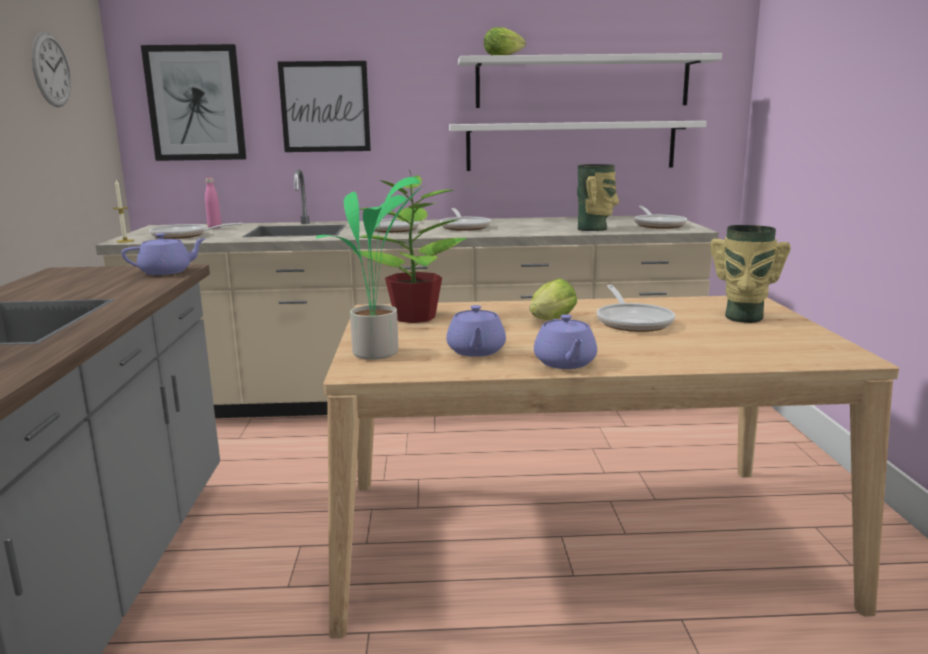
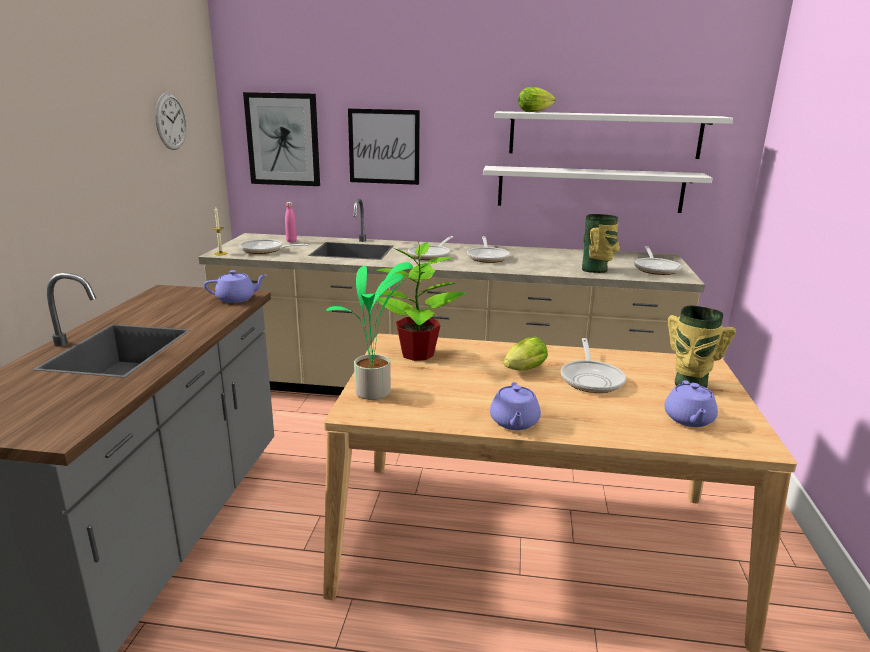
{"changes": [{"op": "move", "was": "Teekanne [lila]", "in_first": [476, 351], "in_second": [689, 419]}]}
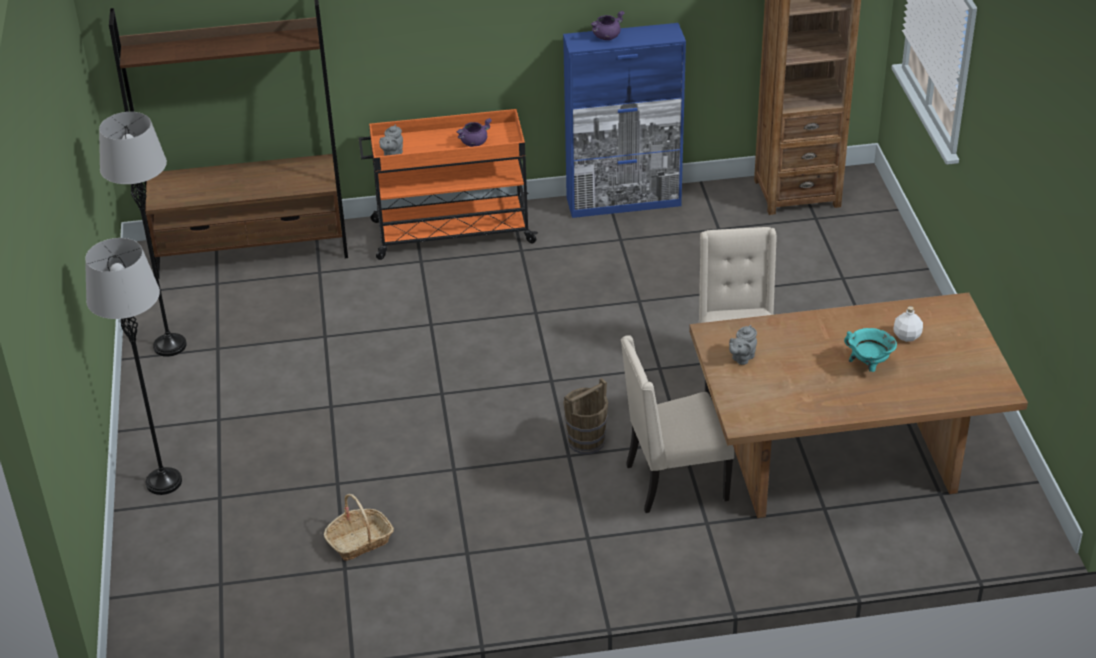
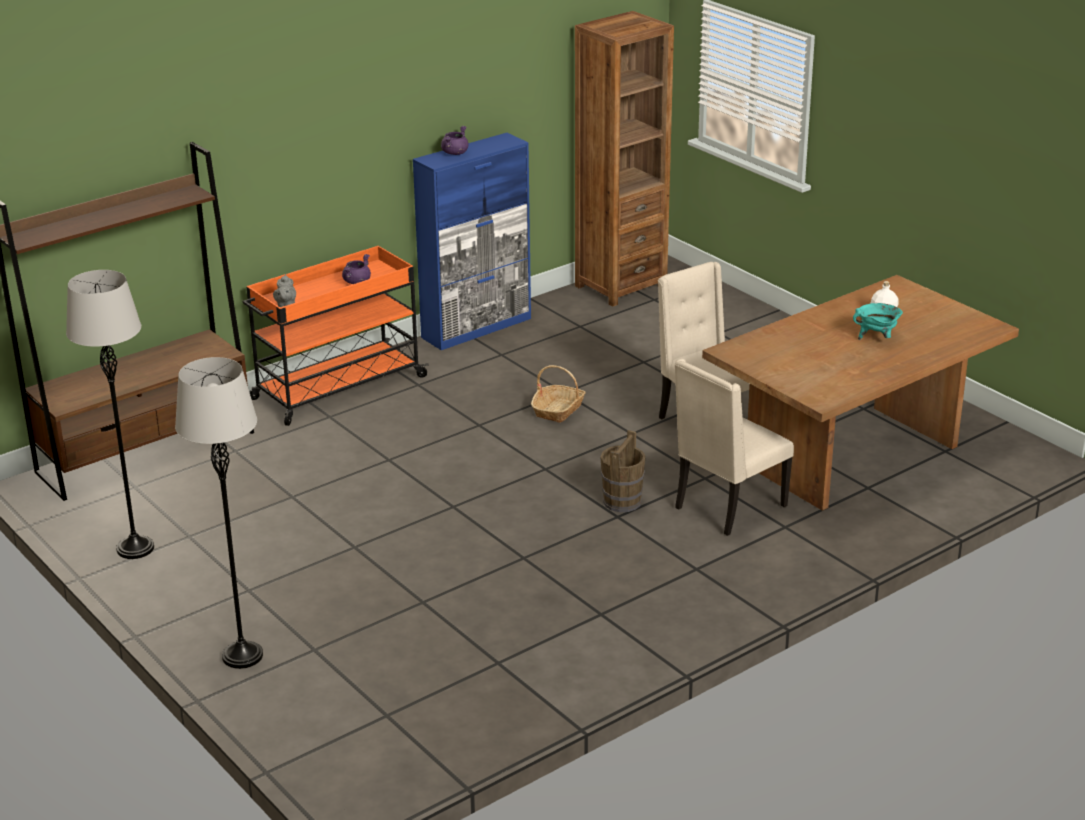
{"changes": [{"op": "move", "was": "Korb", "in_first": [360, 541], "in_second": [558, 410]}, {"op": "delete", "was": "Teekanne [grau]", "in_first": [741, 358]}]}
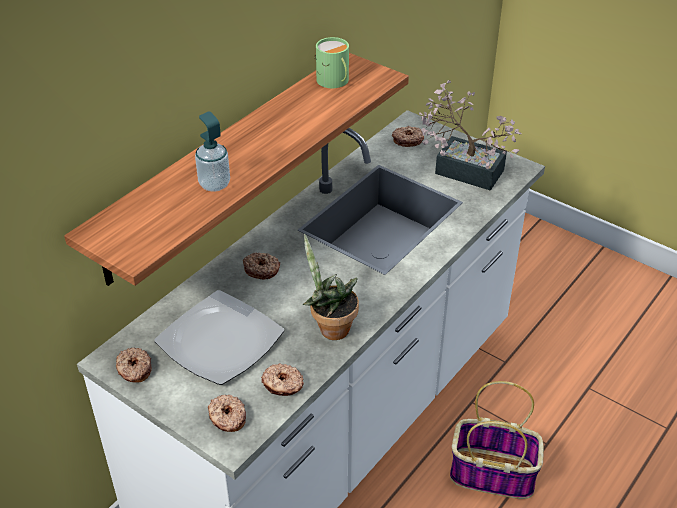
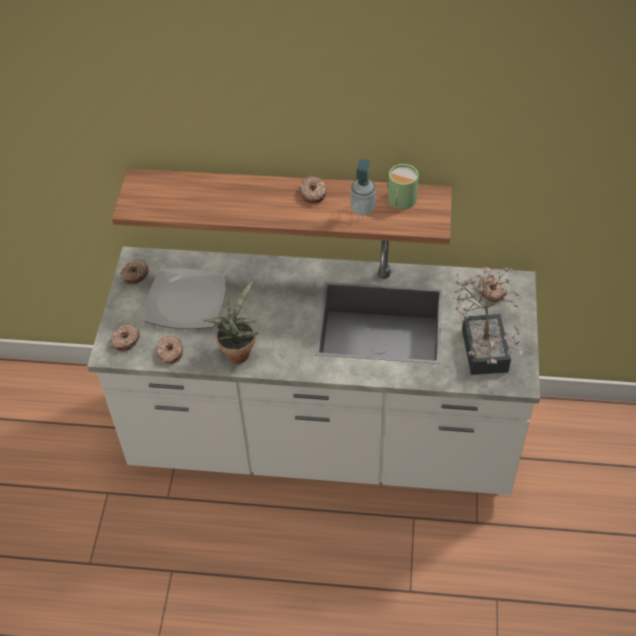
{"changes": [{"op": "move", "was": "Seifenspender", "in_first": [214, 184], "in_second": [363, 209]}, {"op": "move", "was": "Donut", "in_first": [261, 269], "in_second": [313, 193]}, {"op": "delete", "was": "Korb", "in_first": [493, 474]}]}
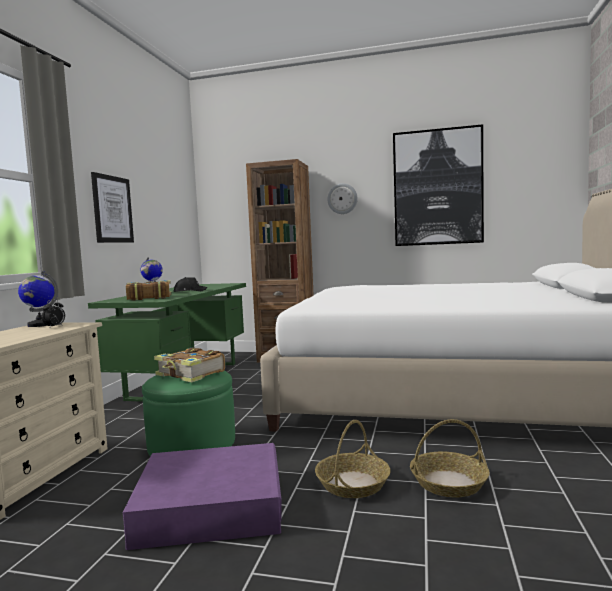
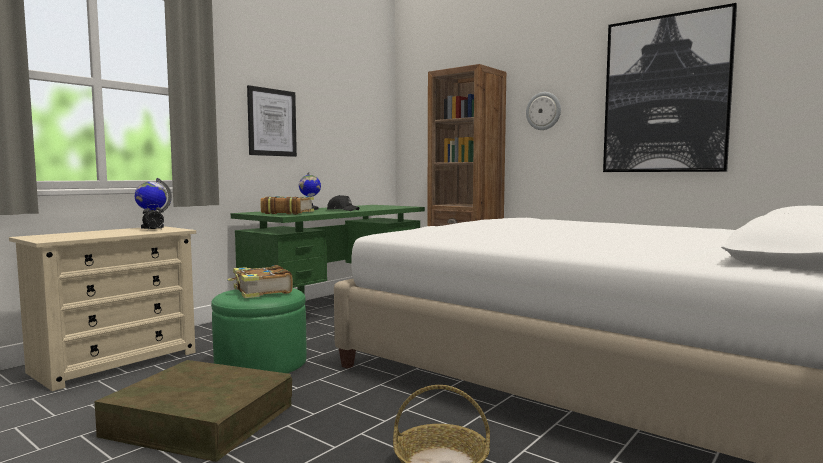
{"changes": [{"op": "recolor", "was": "Aufbewahrungsbox [lila]", "now": "Aufbewahrungsbox [braun]", "in_first": [210, 505], "in_second": [200, 420]}, {"op": "delete", "was": "Korb", "in_first": [353, 484]}]}
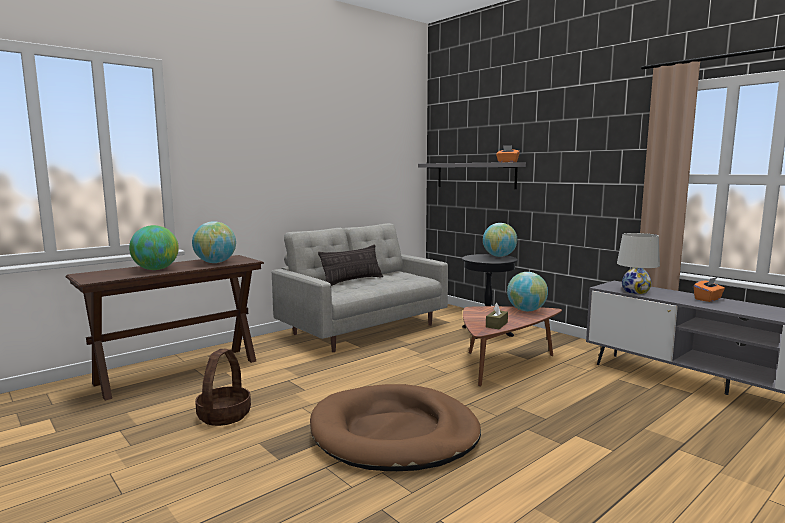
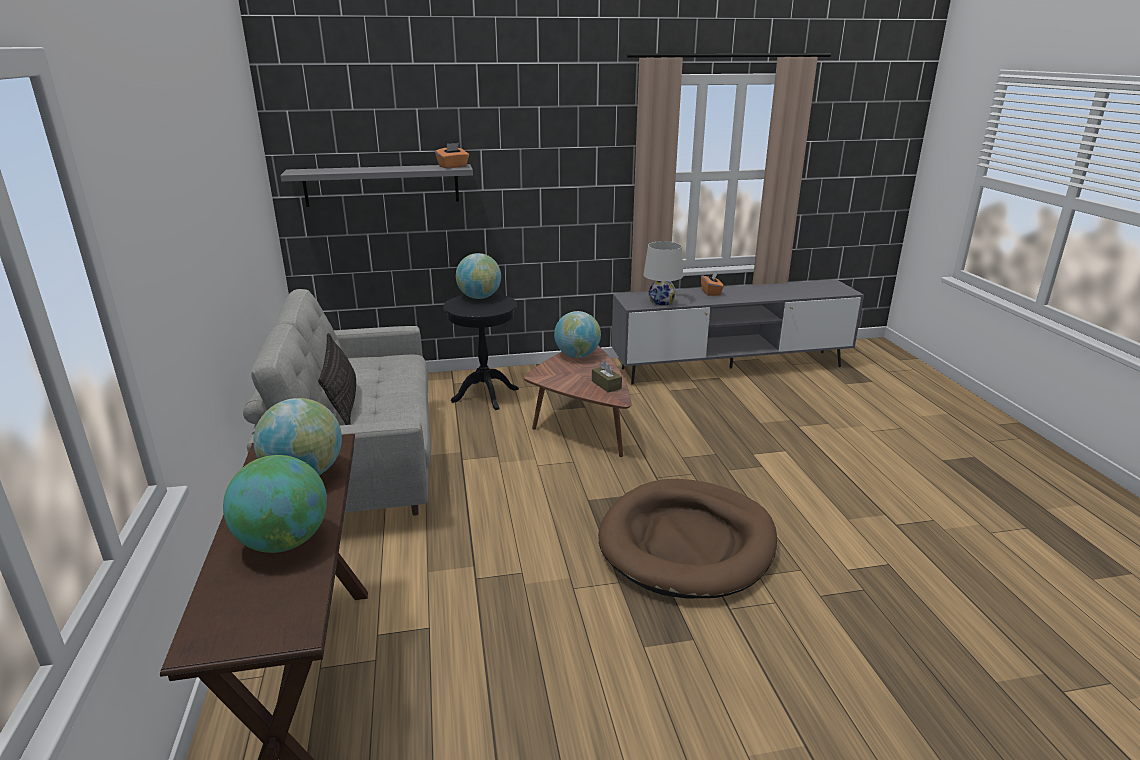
{"changes": [{"op": "delete", "was": "Korb", "in_first": [224, 415]}]}
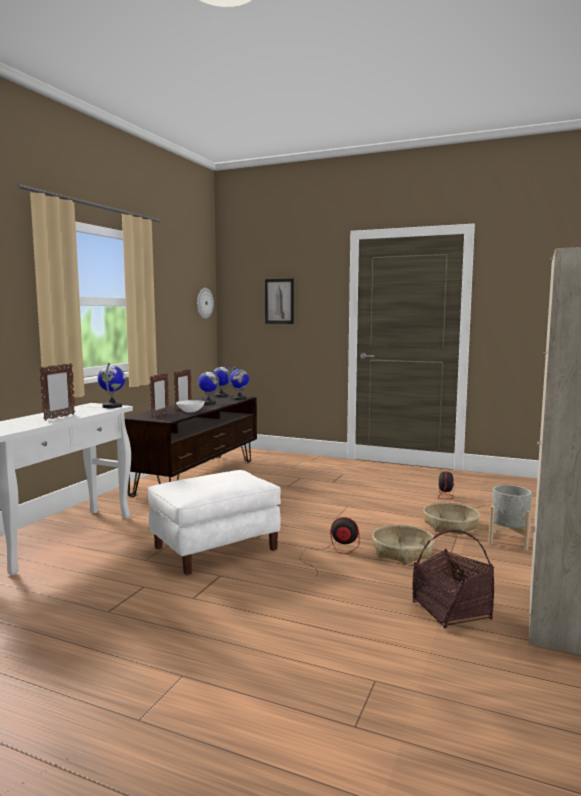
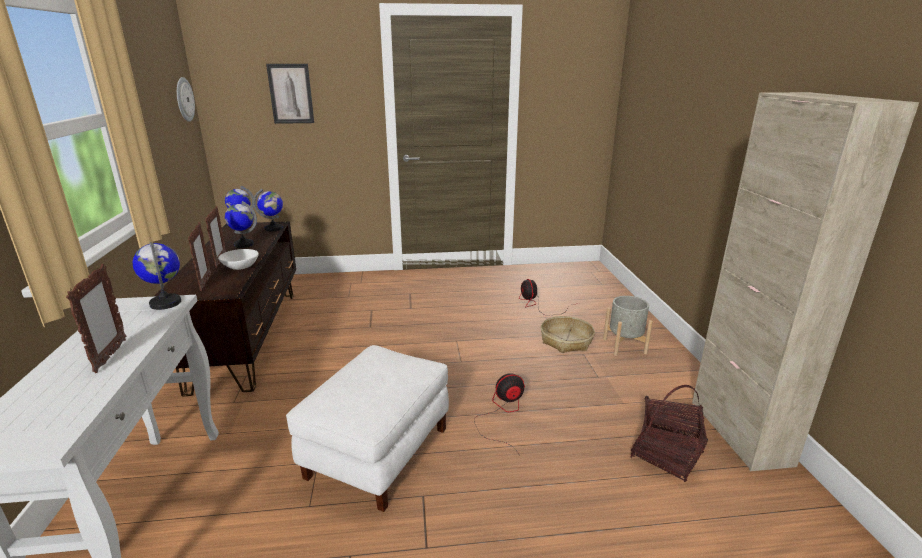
{"changes": [{"op": "delete", "was": "Korb", "in_first": [402, 552]}]}
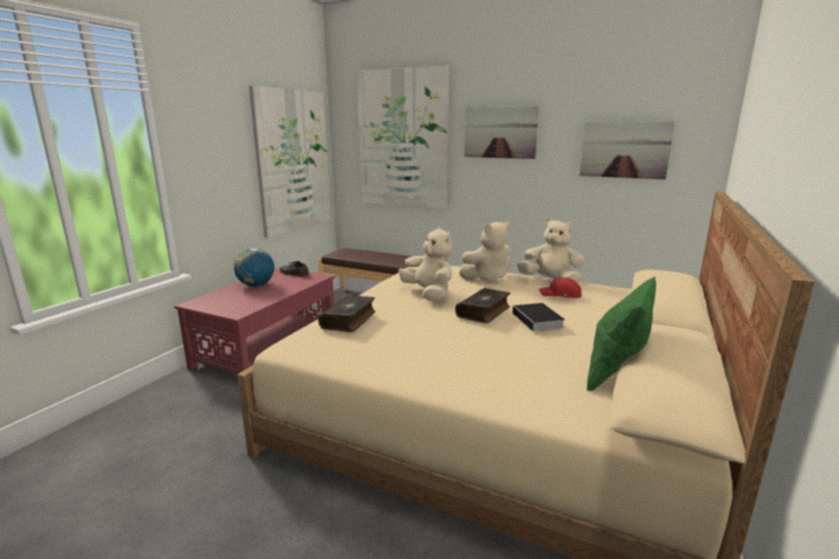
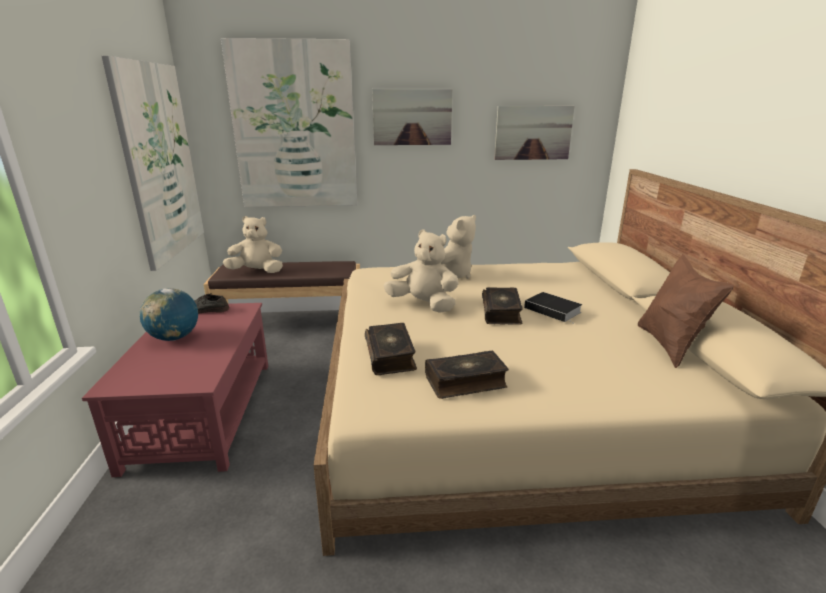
{"changes": [{"op": "move", "was": "Plüschtier [beige]", "in_first": [550, 281], "in_second": [257, 271]}, {"op": "delete", "was": "Kappe [rot]", "in_first": [560, 294]}, {"op": "recolor", "was": "Kissen [grün]", "now": "Kissen [braun]", "in_first": [616, 374], "in_second": [670, 346]}, {"op": "insert", "now": "Buch", "in_second": [465, 382]}]}
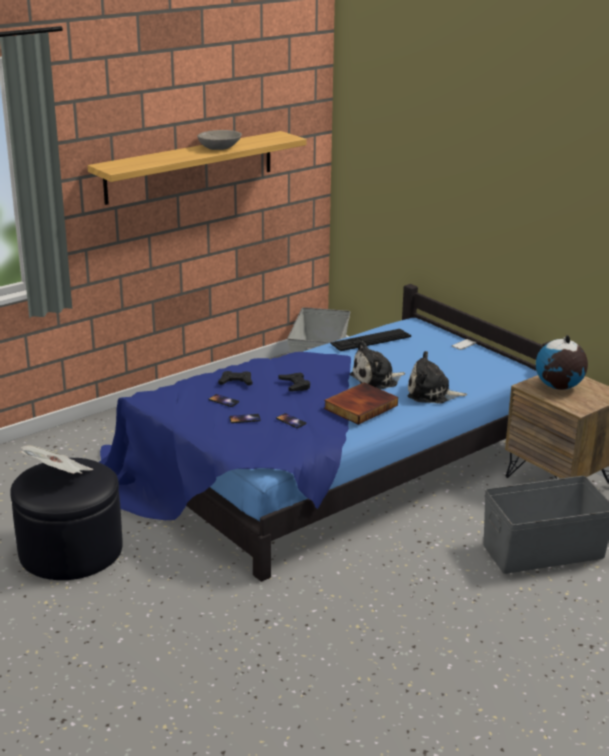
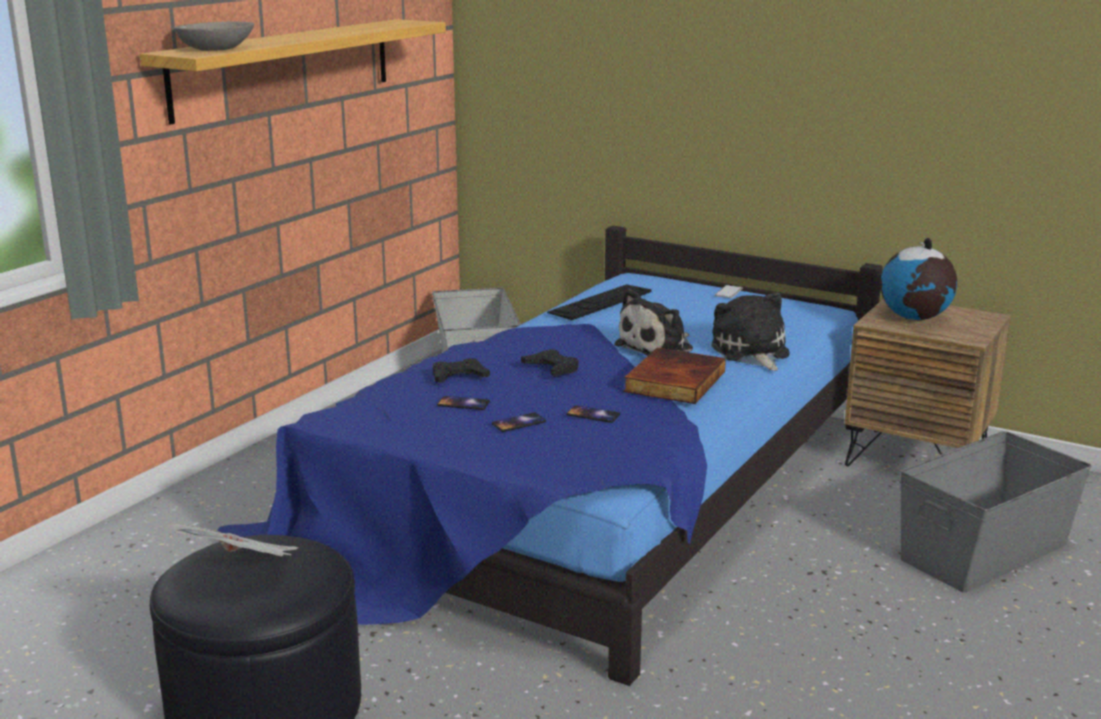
{"changes": [{"op": "move", "was": "Schüssel [grau]", "in_first": [219, 147], "in_second": [216, 49]}, {"op": "rotate", "was": "Plüschtier", "in_first": [432, 394], "in_second": [751, 352], "clockwise": 90}]}
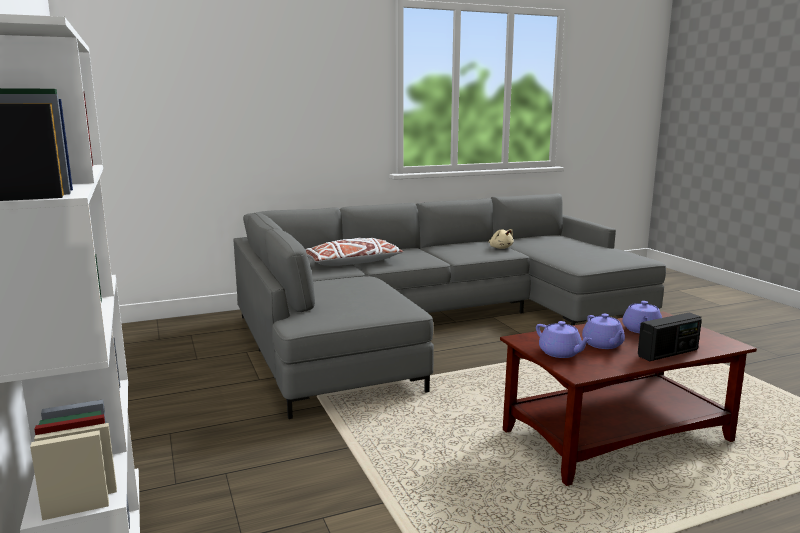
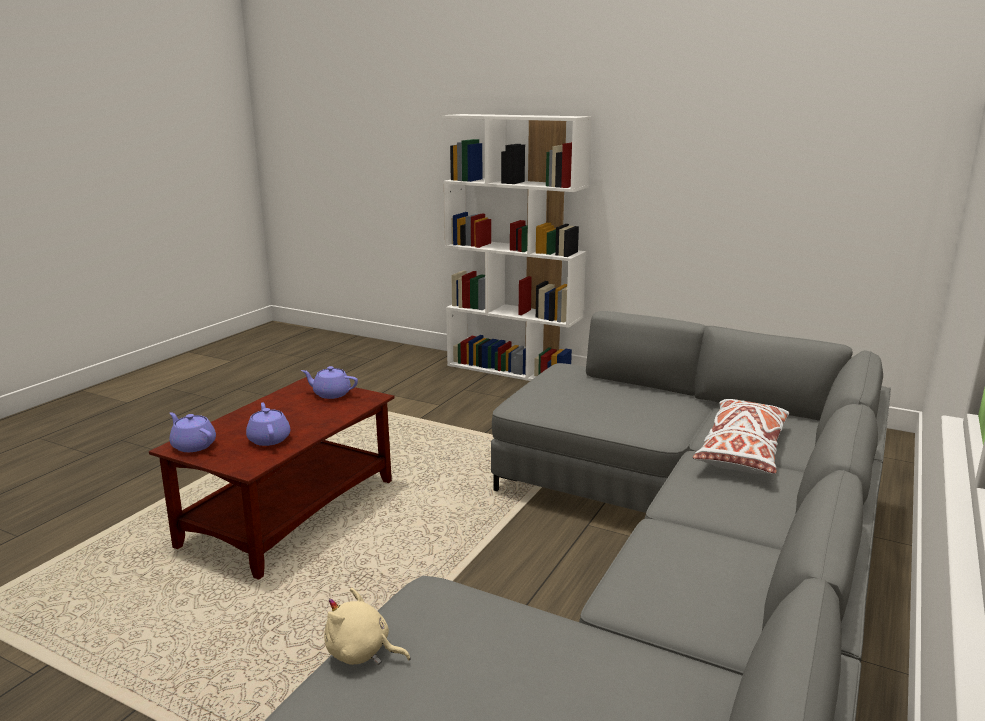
{"changes": [{"op": "move", "was": "Plüschtier [beige]", "in_first": [500, 248], "in_second": [361, 653]}, {"op": "move", "was": "Teekanne [lila]", "in_first": [603, 344], "in_second": [193, 445]}, {"op": "delete", "was": "Radio", "in_first": [668, 353]}]}
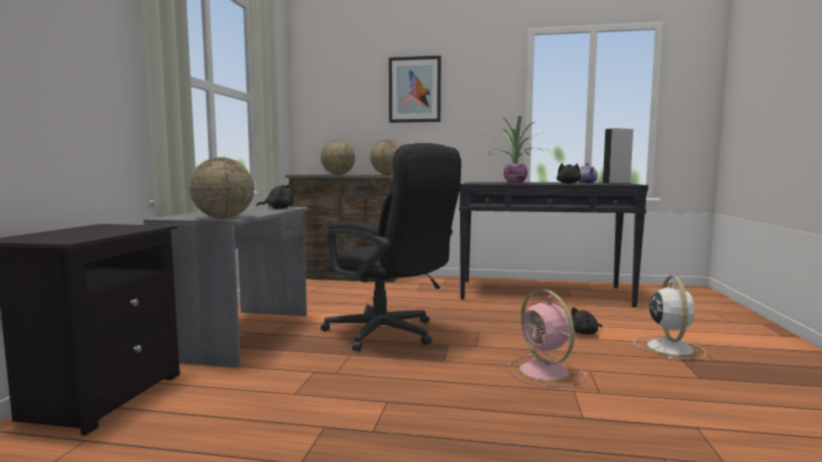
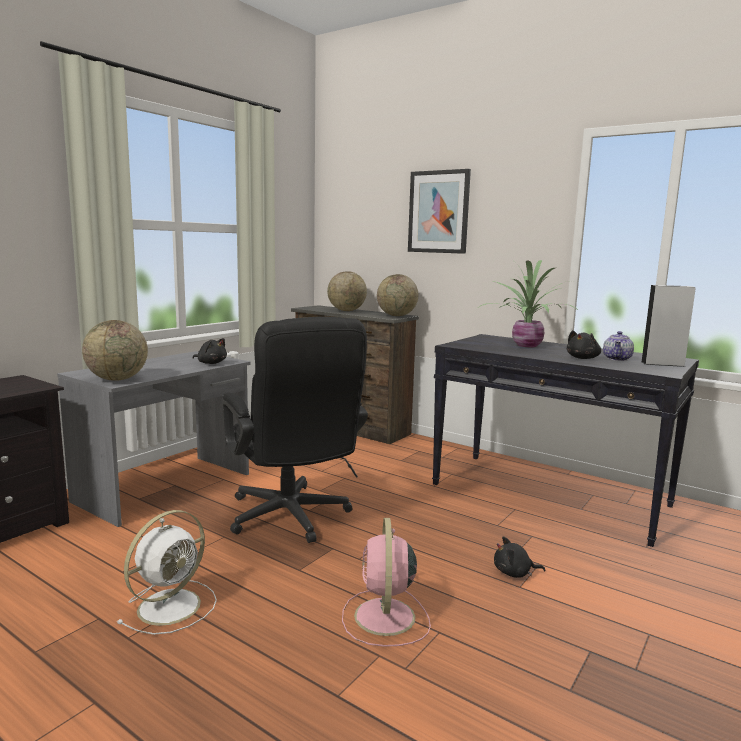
{"changes": [{"op": "move", "was": "Ventilator [weiß]", "in_first": [669, 347], "in_second": [171, 605]}]}
